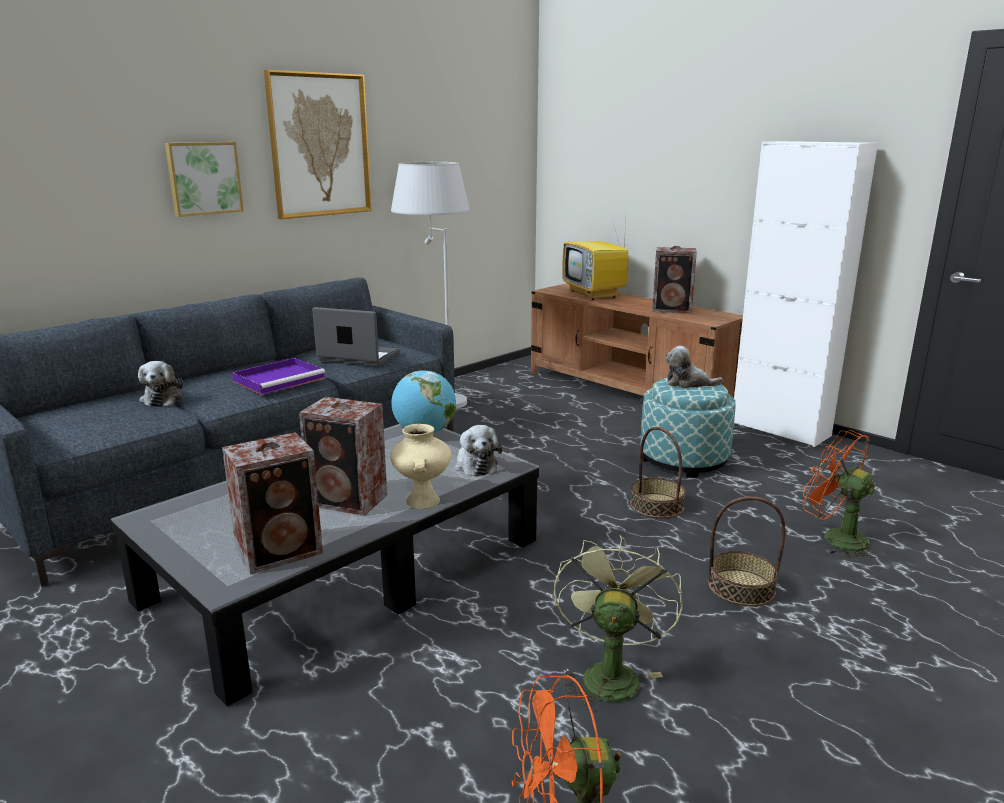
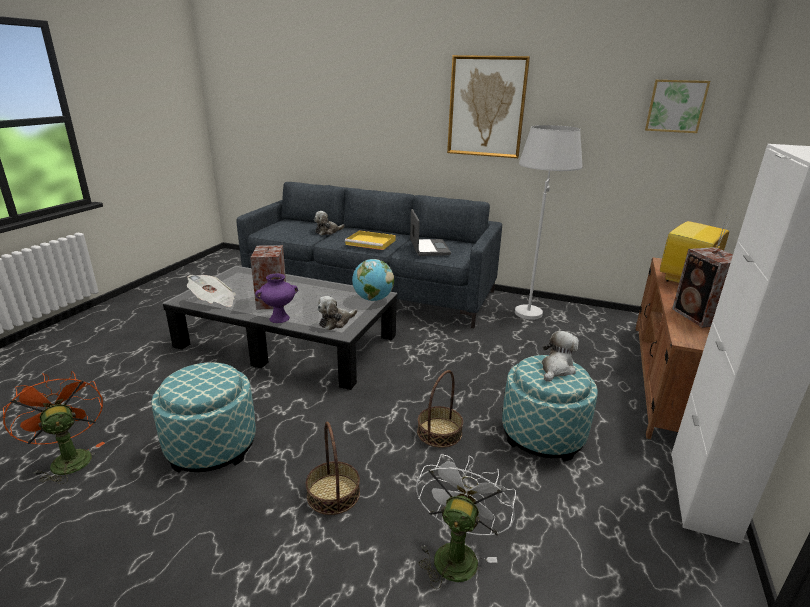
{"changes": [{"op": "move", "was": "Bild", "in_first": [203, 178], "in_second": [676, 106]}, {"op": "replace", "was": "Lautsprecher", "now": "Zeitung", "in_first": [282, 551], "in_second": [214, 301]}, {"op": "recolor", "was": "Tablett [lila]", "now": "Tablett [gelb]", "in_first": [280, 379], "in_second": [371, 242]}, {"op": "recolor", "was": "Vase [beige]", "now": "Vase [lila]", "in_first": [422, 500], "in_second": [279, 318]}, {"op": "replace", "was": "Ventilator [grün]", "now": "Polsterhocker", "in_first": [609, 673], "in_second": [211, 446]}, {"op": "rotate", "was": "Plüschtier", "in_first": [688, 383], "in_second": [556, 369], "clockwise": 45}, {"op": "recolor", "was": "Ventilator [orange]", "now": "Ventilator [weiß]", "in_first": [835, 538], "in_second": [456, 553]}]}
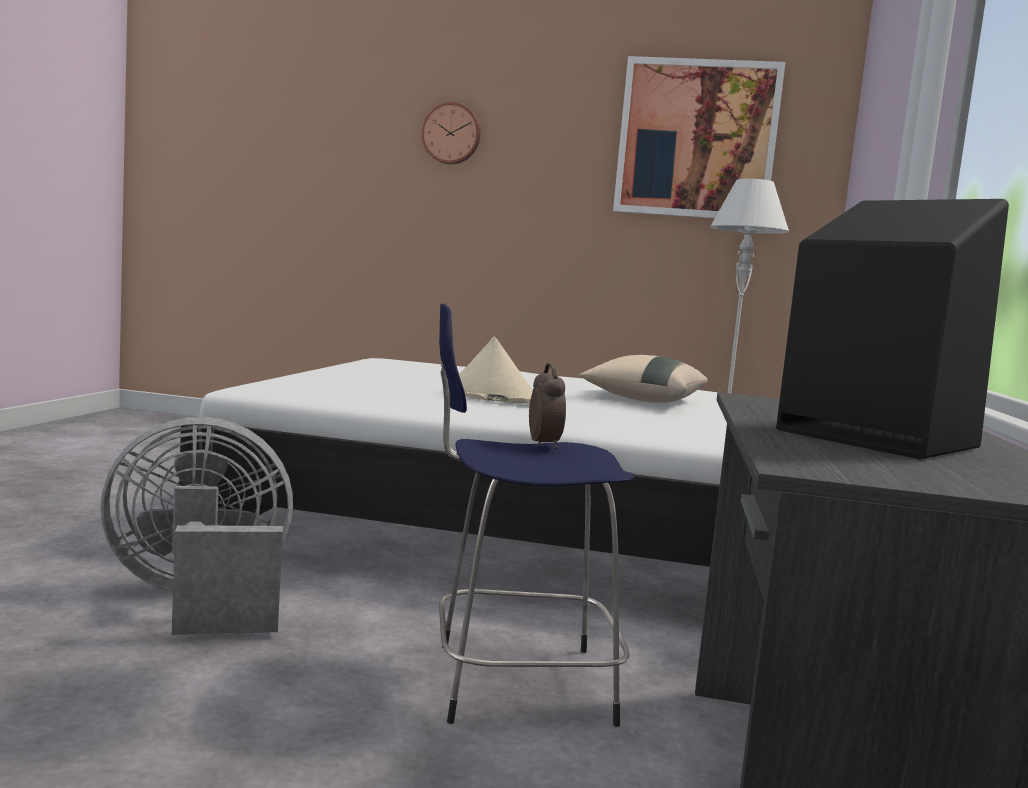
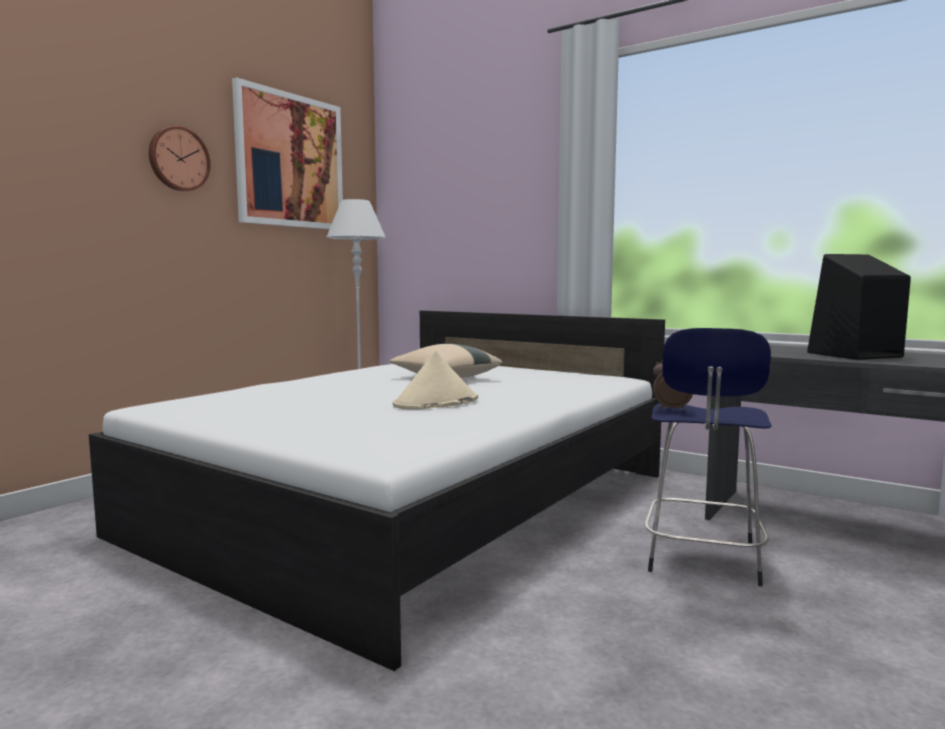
{"changes": [{"op": "delete", "was": "Ventilator [grau]", "in_first": [201, 601]}, {"op": "move", "was": "Wanduhr", "in_first": [451, 134], "in_second": [178, 159]}]}
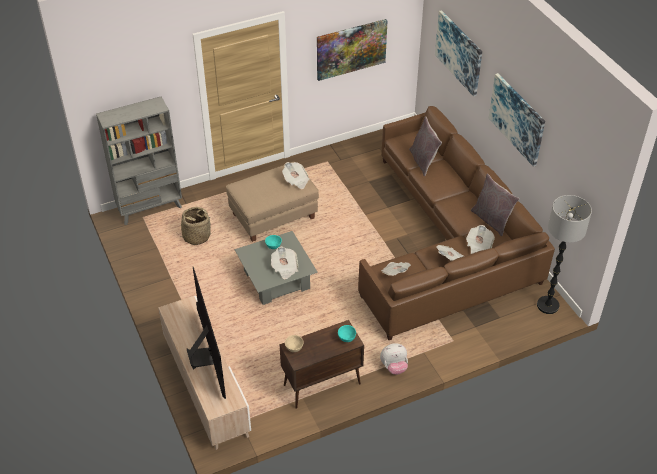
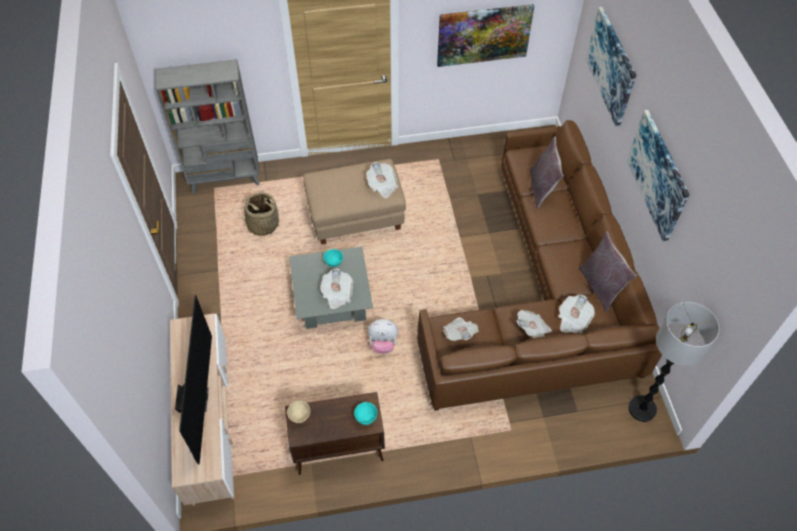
{"changes": [{"op": "move", "was": "Plüschtier", "in_first": [394, 367], "in_second": [383, 343]}]}
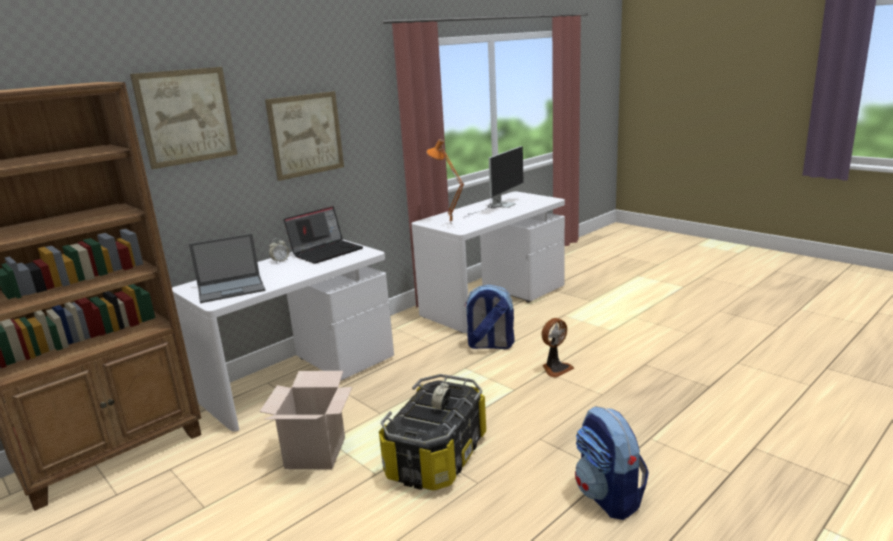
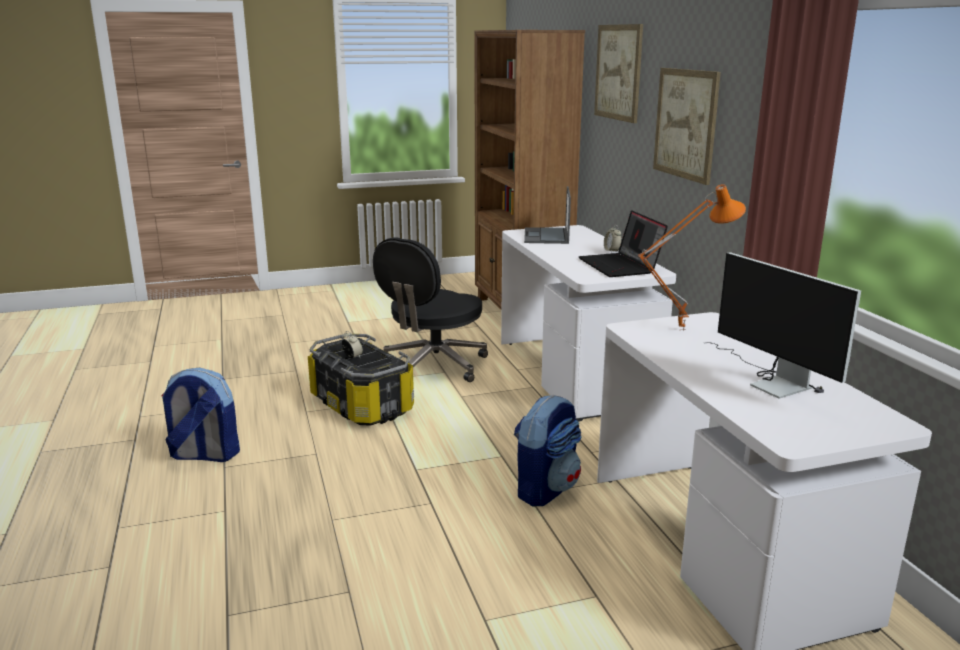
{"changes": [{"op": "replace", "was": "Karton", "now": "Bürostuhl [schwarz]", "in_first": [315, 453], "in_second": [433, 366]}, {"op": "delete", "was": "Ventilator", "in_first": [555, 368]}]}
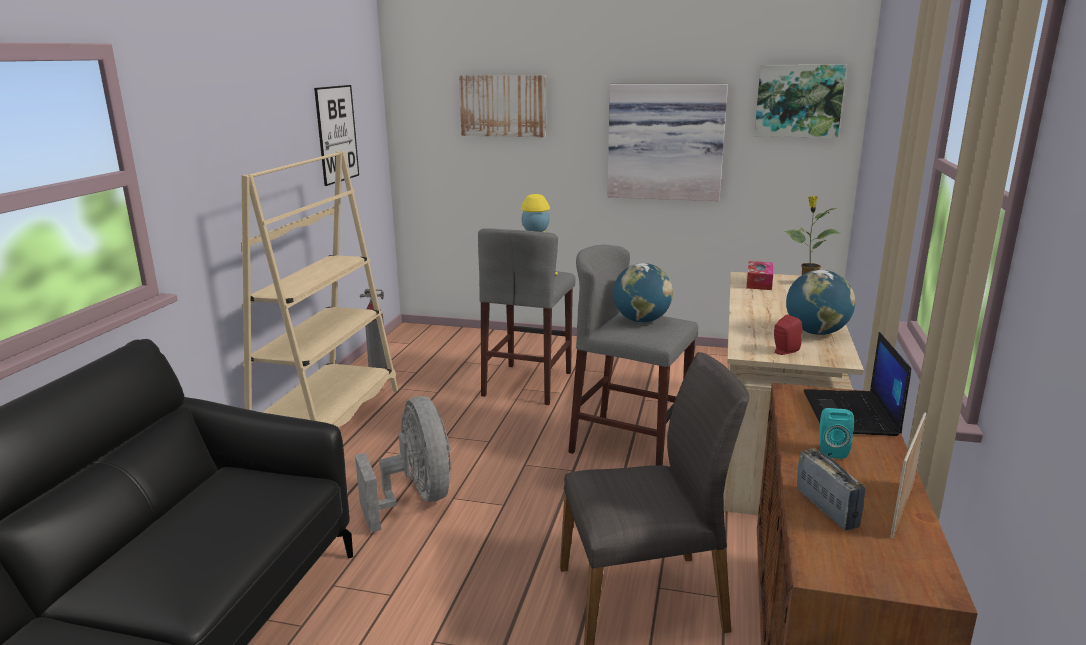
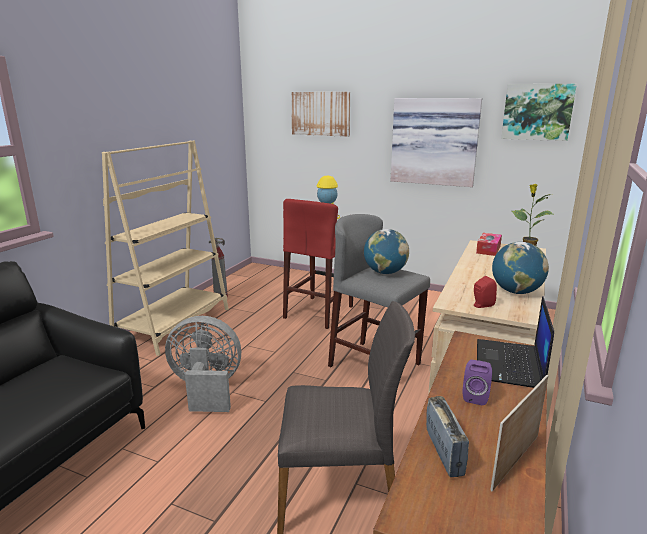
{"changes": [{"op": "delete", "was": "Bild", "in_first": [337, 134]}, {"op": "rotate", "was": "Ventilator [grau]", "in_first": [416, 499], "in_second": [206, 389], "clockwise": -75}, {"op": "recolor", "was": "Hocker [grau]", "now": "Hocker [rot]", "in_first": [528, 384], "in_second": [319, 312]}, {"op": "recolor", "was": "Lautsprecher [türkis]", "now": "Lautsprecher [lila]", "in_first": [831, 450], "in_second": [475, 396]}]}
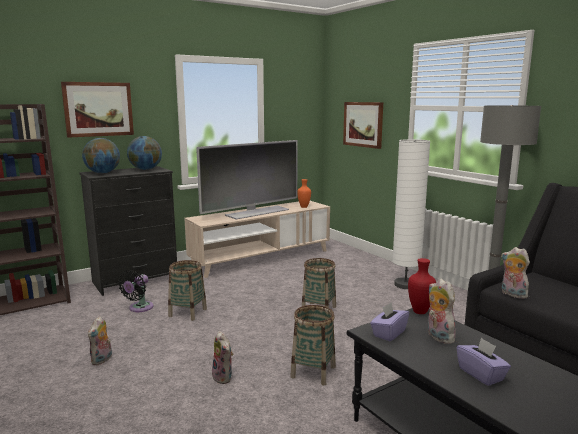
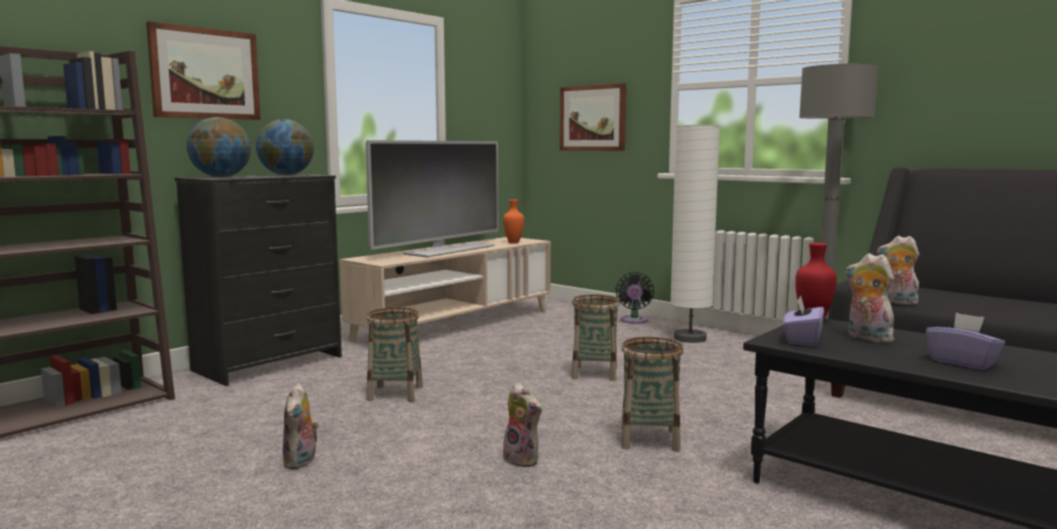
{"changes": [{"op": "move", "was": "Ventilator [schwarz]", "in_first": [139, 308], "in_second": [634, 321]}]}
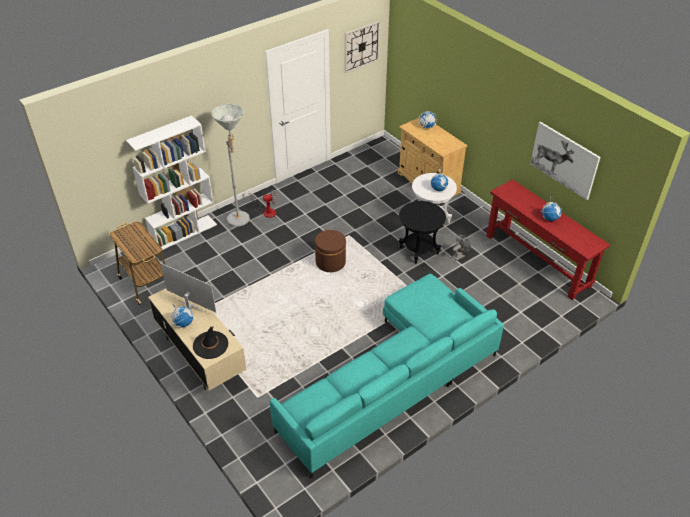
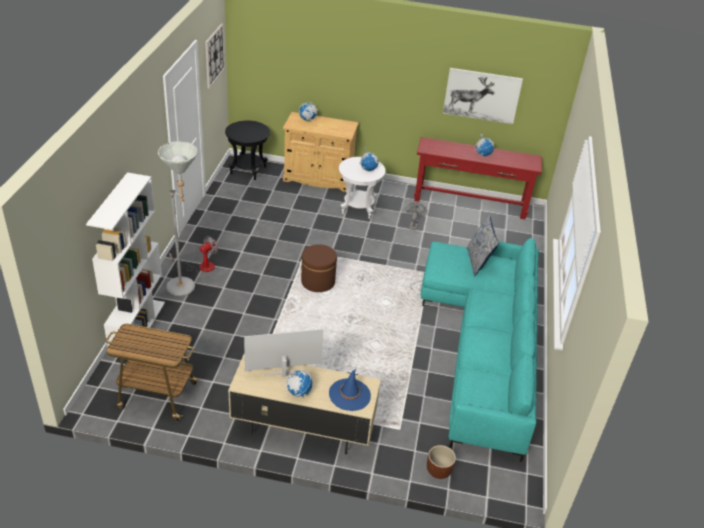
{"changes": [{"op": "recolor", "was": "Hut [schwarz]", "now": "Hut [blau]", "in_first": [210, 345], "in_second": [349, 395]}, {"op": "move", "was": "Beistelltisch [schwarz]", "in_first": [419, 250], "in_second": [248, 170]}, {"op": "insert", "now": "Pflanzkübel [braun]", "in_second": [438, 471]}, {"op": "insert", "now": "Kissen", "in_second": [478, 262]}]}
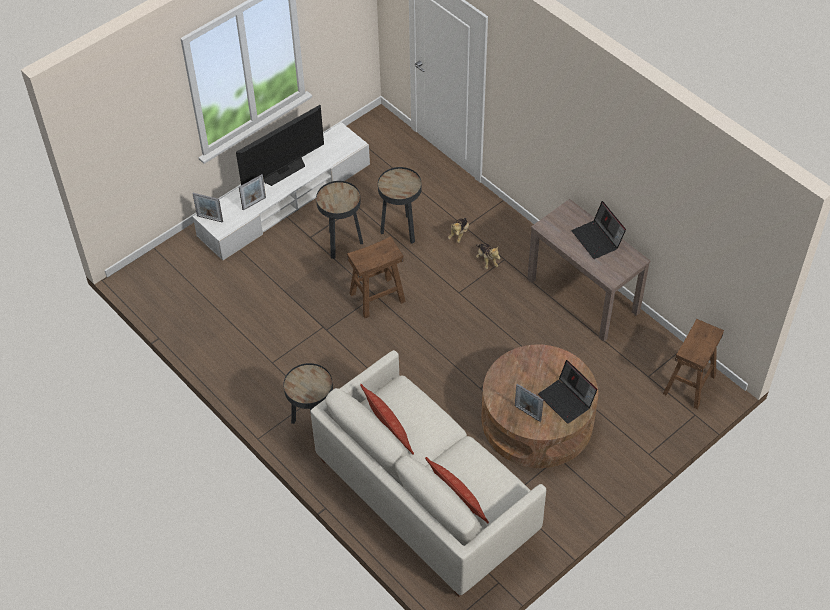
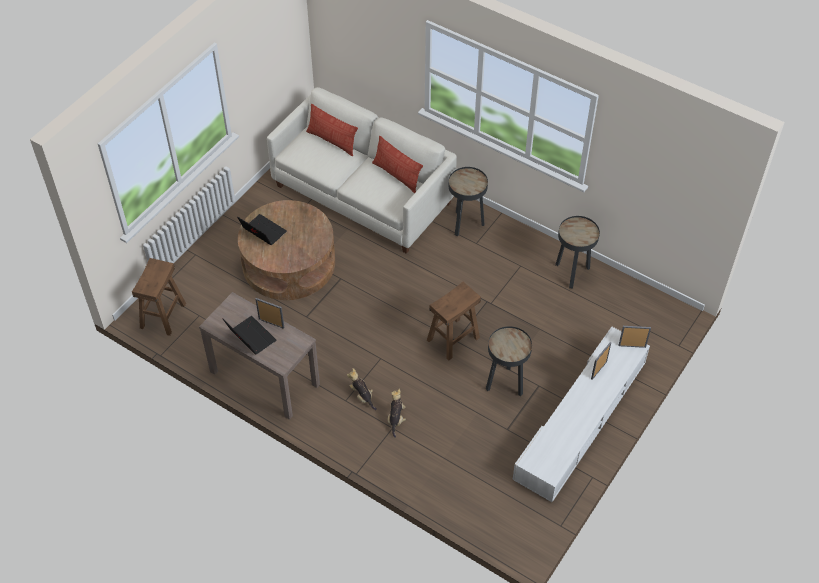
{"changes": [{"op": "delete", "was": "Fernseher", "in_first": [283, 171]}, {"op": "move", "was": "Beistelltisch [schwarz]", "in_first": [400, 231], "in_second": [572, 273]}, {"op": "move", "was": "Bilderrahmen", "in_first": [527, 413], "in_second": [271, 323]}]}
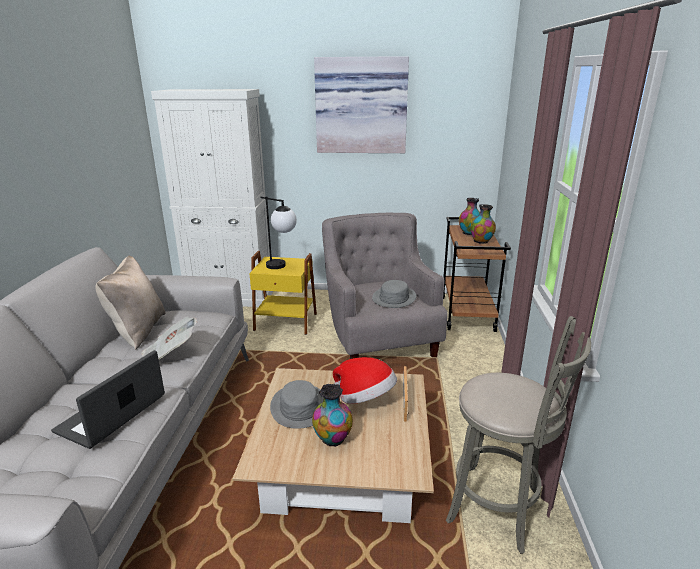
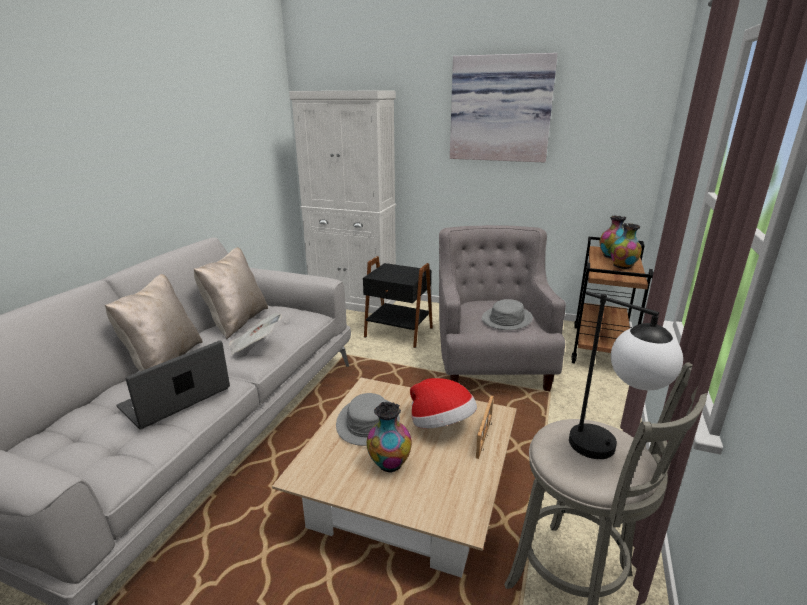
{"changes": [{"op": "recolor", "was": "Beistelltisch [gelb]", "now": "Beistelltisch [schwarz]", "in_first": [285, 323], "in_second": [398, 333]}, {"op": "move", "was": "Tischlampe", "in_first": [282, 267], "in_second": [609, 453]}, {"op": "insert", "now": "Kissen [beige]", "in_second": [164, 361]}]}
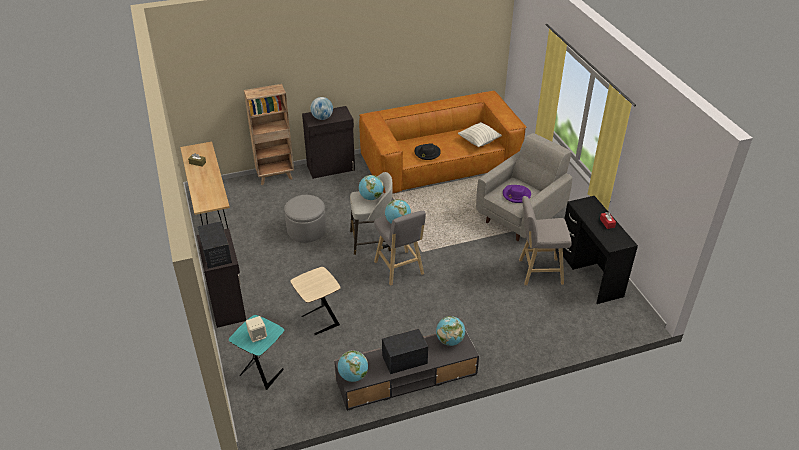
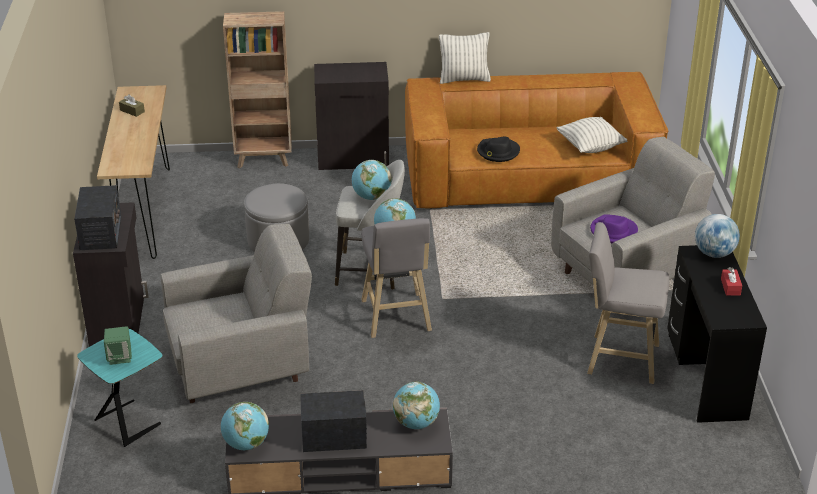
{"changes": [{"op": "recolor", "was": "Lautsprecher [beige]", "now": "Lautsprecher [grün]", "in_first": [257, 336], "in_second": [120, 357]}, {"op": "replace", "was": "Beistelltisch [beige]", "now": "Sessel [grau]", "in_first": [319, 321], "in_second": [242, 368]}, {"op": "move", "was": "Globus", "in_first": [322, 118], "in_second": [714, 253]}, {"op": "insert", "now": "Kissen", "in_second": [464, 79]}]}
